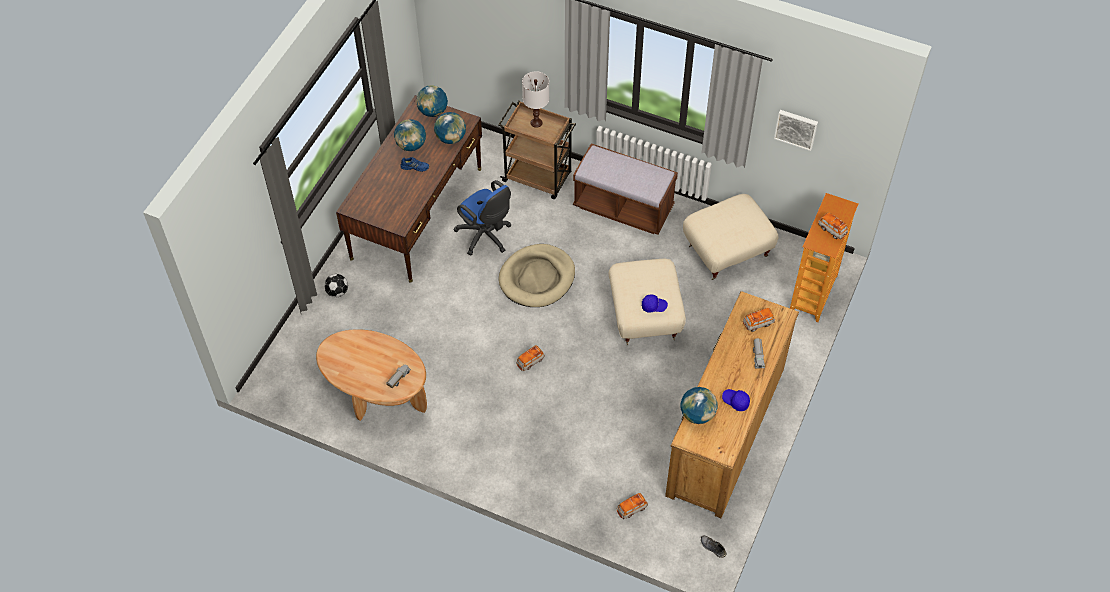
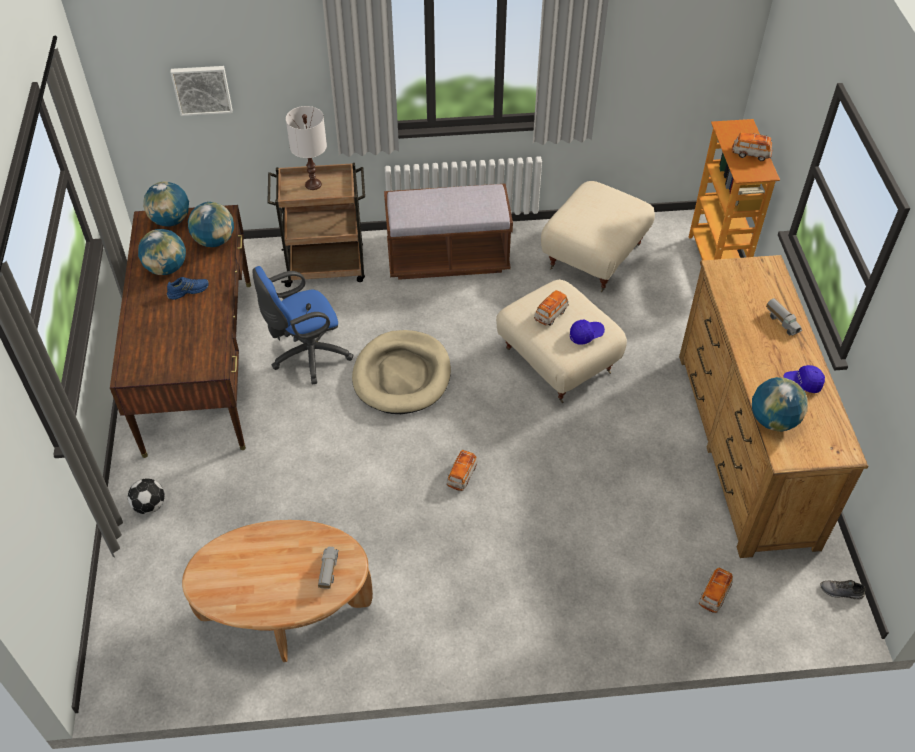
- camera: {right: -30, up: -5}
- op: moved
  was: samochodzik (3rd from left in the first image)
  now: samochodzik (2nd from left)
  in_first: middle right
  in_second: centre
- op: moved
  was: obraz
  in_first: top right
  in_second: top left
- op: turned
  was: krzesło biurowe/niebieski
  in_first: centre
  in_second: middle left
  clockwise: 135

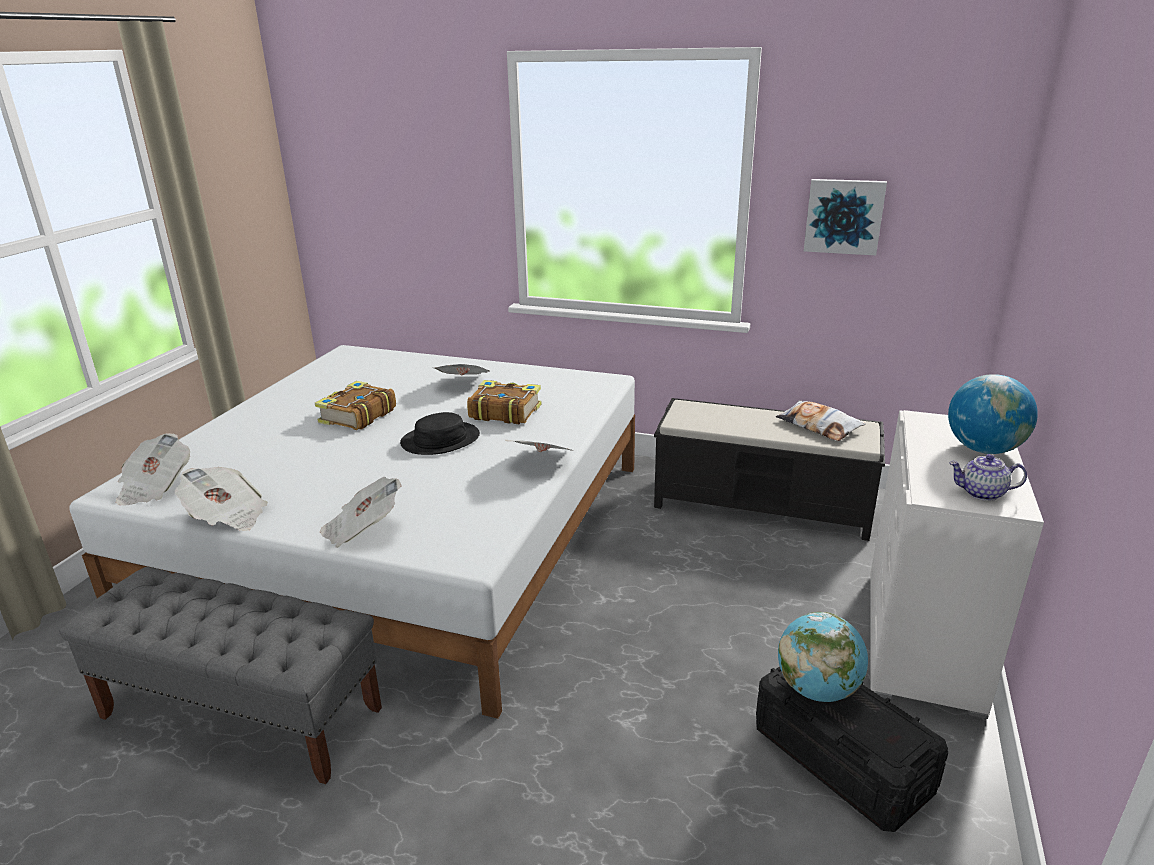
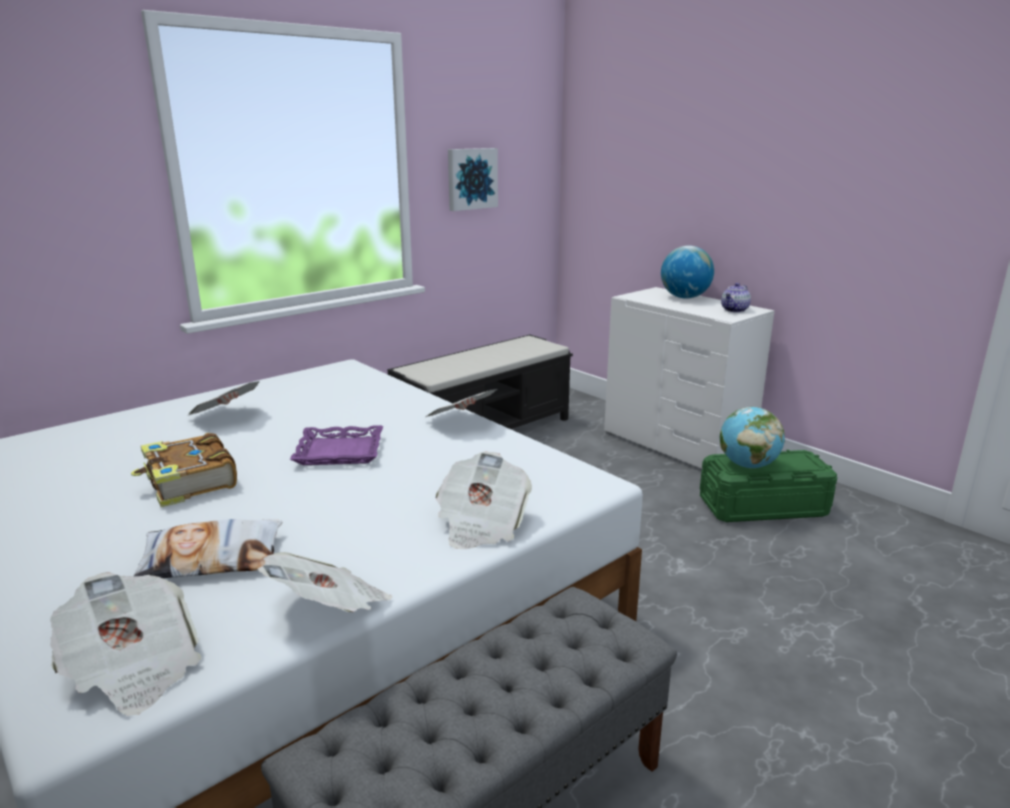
- camera: {right: -60, up: -5}
- op: removed
  was: książka (2nd from left)
  in_first: centre
- op: moved
  was: poduszka
  in_first: middle right
  in_second: bottom left
- op: replaced
  was: kapelusz/czarny
  now: taca/fioletowy
  in_first: centre
  in_second: middle left
- op: recoloured
  was: pojemnik do przechowywania/czarny
  now: pojemnik do przechowywania/zielony
  in_first: bottom right
  in_second: middle right

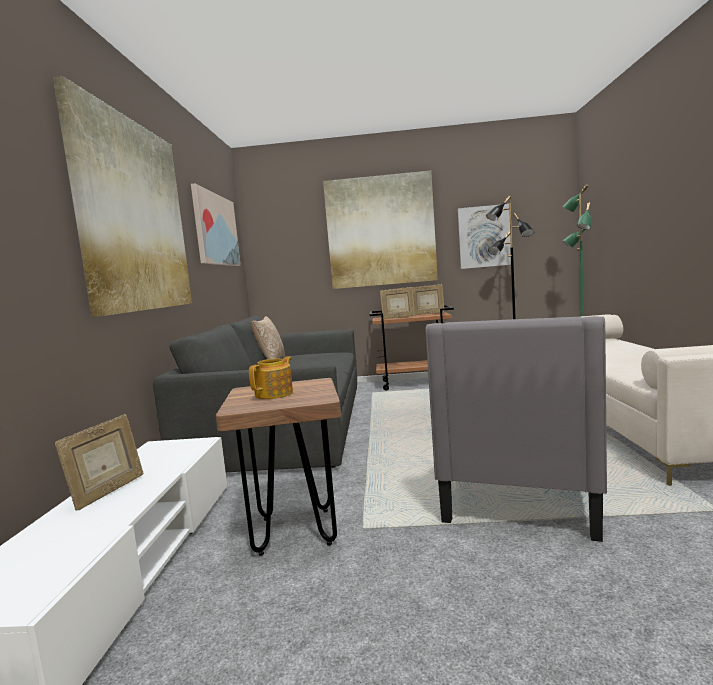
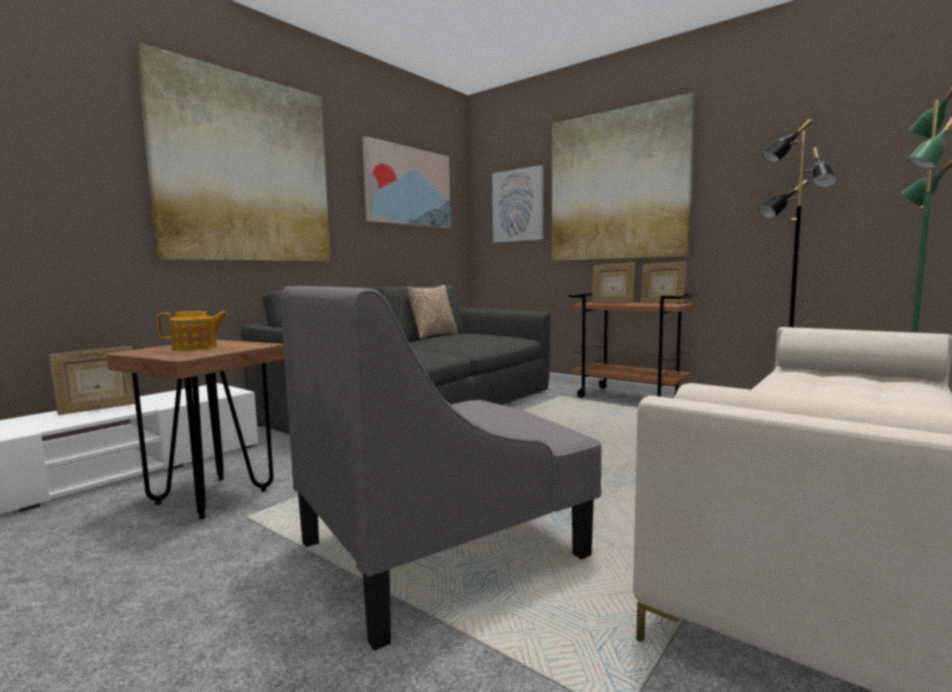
- camera: {right: 35, up: 0}
- op: moved
  was: obraz (4th from left in the first image)
  now: obraz (3rd from left)
  in_first: middle right
  in_second: top centre

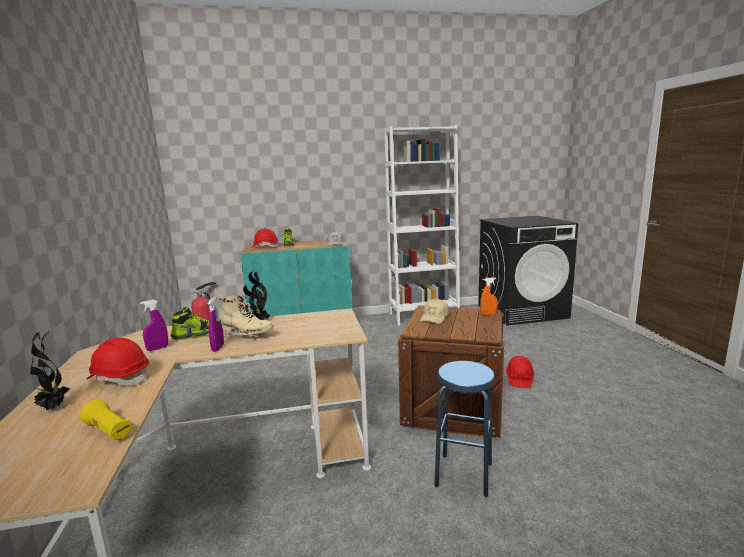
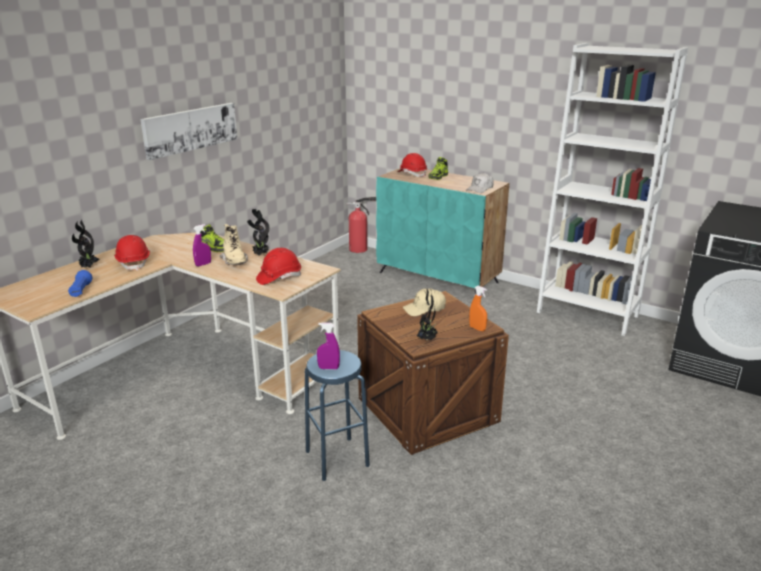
- camera: {right: 45, up: 10}
- op: added
  now: obraz
  in_second: top left
- op: added
  now: roślina doniczkowa (3rd from left)
  in_second: centre
- op: moved
  was: spryskiwacz/fioletowy (1st from left in the first image)
  now: spryskiwacz/fioletowy (2nd from left)
  in_first: middle left
  in_second: centre
- op: moved
  was: kask/czerwony (3rd from left in the first image)
  now: kask/czerwony (2nd from left)
  in_first: bottom right
  in_second: centre
- op: recoloured
  was: latarka/żółty
  now: latarka/niebieski
  in_first: bottom left
  in_second: middle left

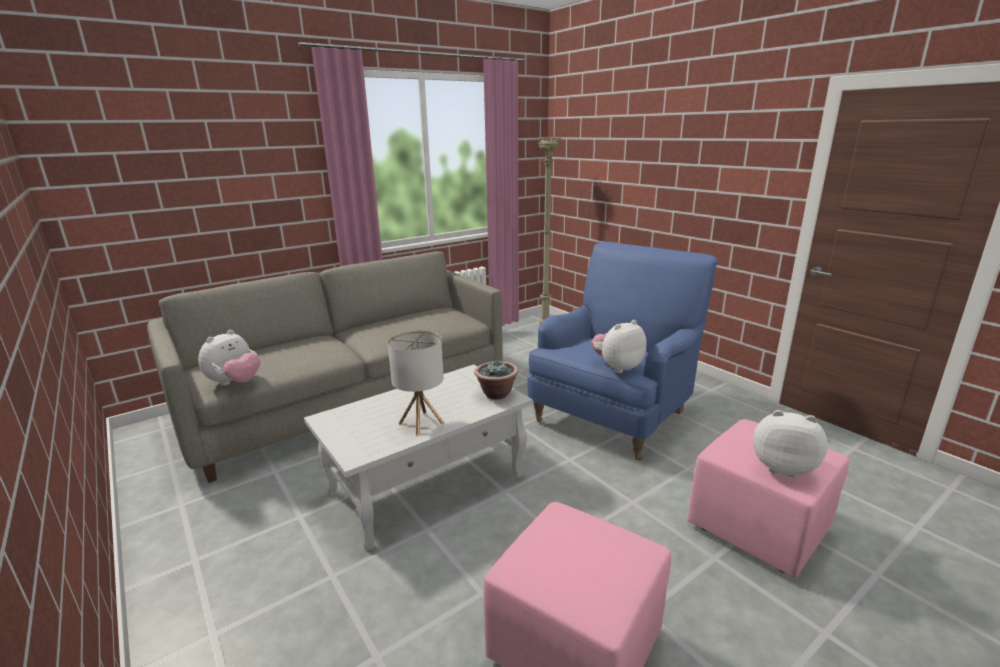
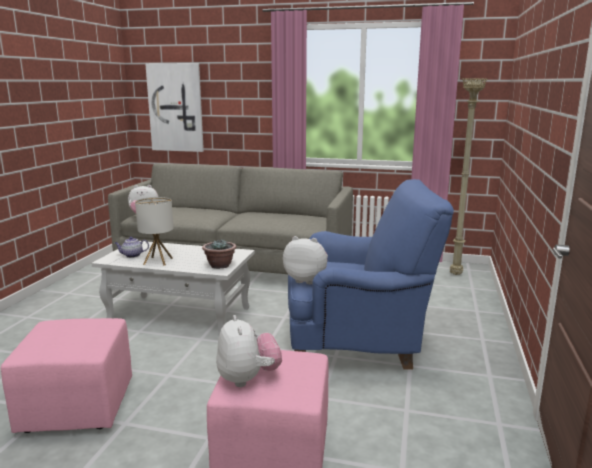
- camera: {right: 50, up: -5}
- op: added
  now: imbryk
  in_second: middle left
- op: added
  now: obraz
  in_second: top left

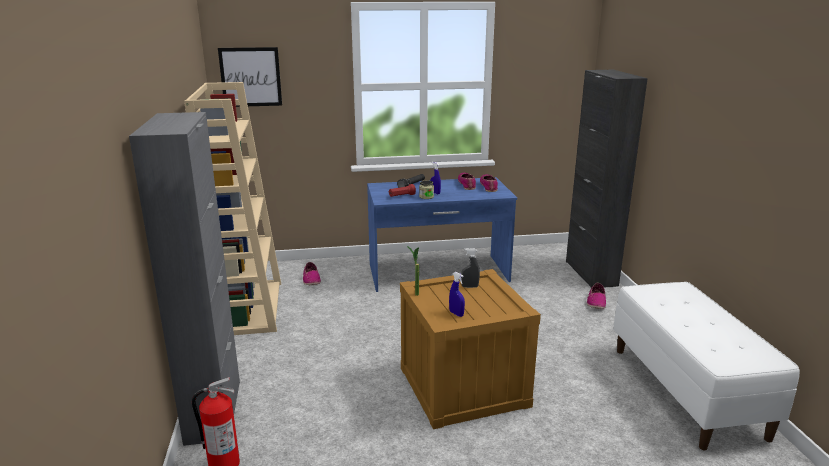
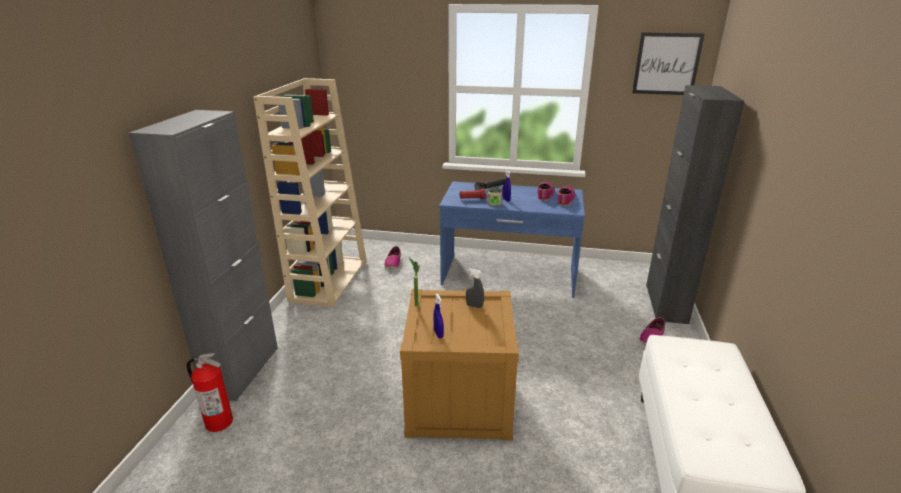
- camera: {right: 20, up: 5}
- op: moved
  was: obraz
  in_first: top left
  in_second: top right

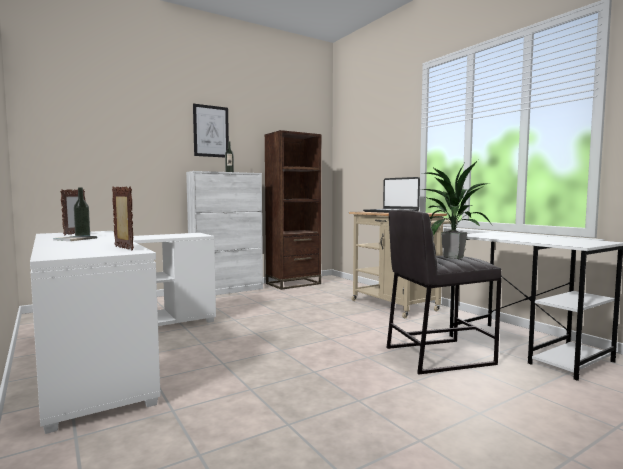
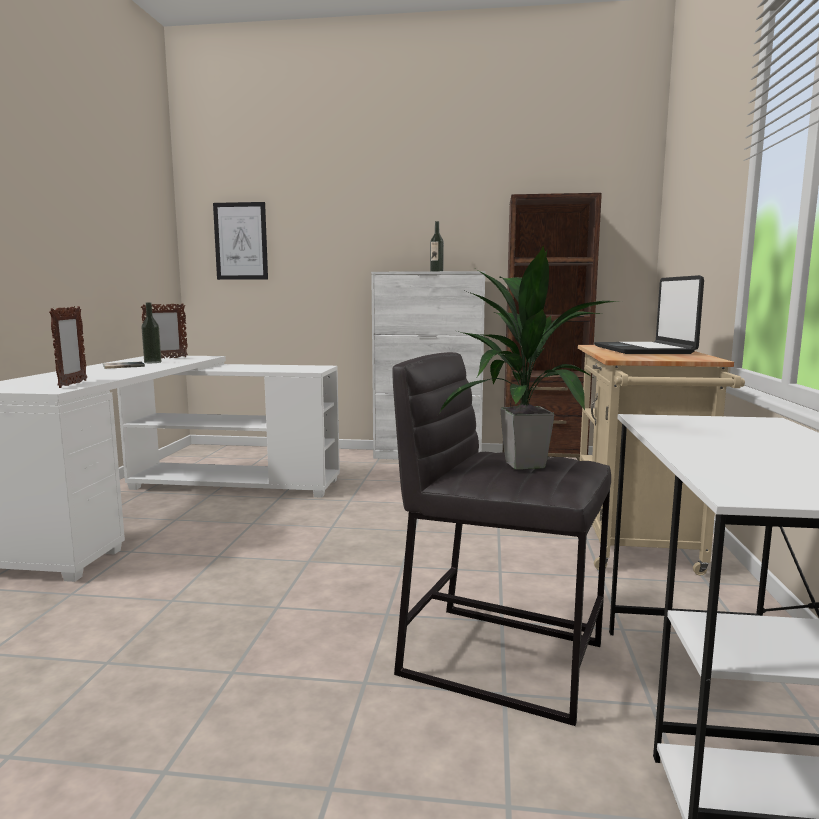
- camera: {right: 40, up: 5}
- op: moved
  was: obraz
  in_first: top centre
  in_second: top left

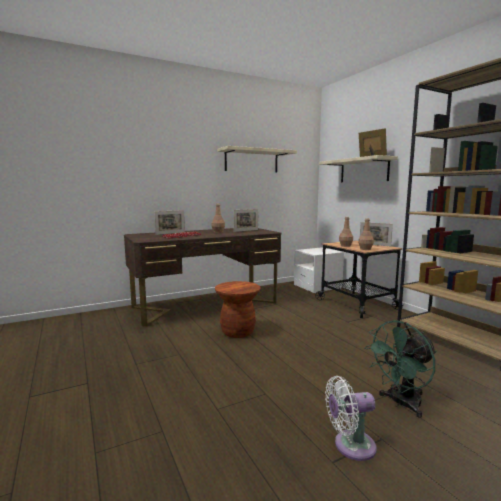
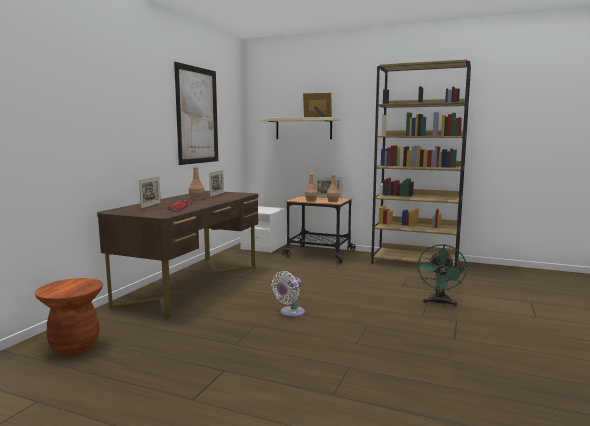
- camera: {right: -40, up: 0}
- op: moved
  was: stołek/brązowy
  in_first: centre
  in_second: bottom left
- op: moved
  was: wentylator/biały
  in_first: bottom right
  in_second: bottom centre
- op: replaced
  was: półka/beżowy (1st from left)
  now: obraz
  in_first: top centre
  in_second: top left

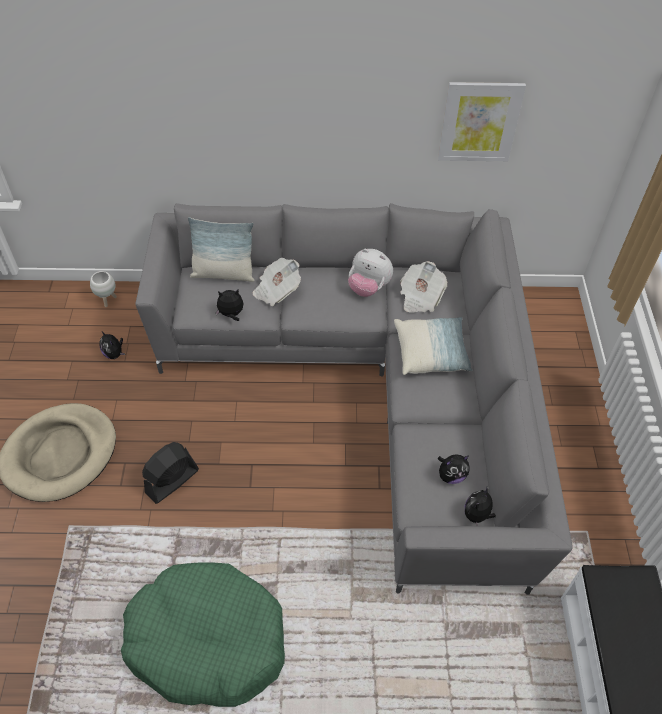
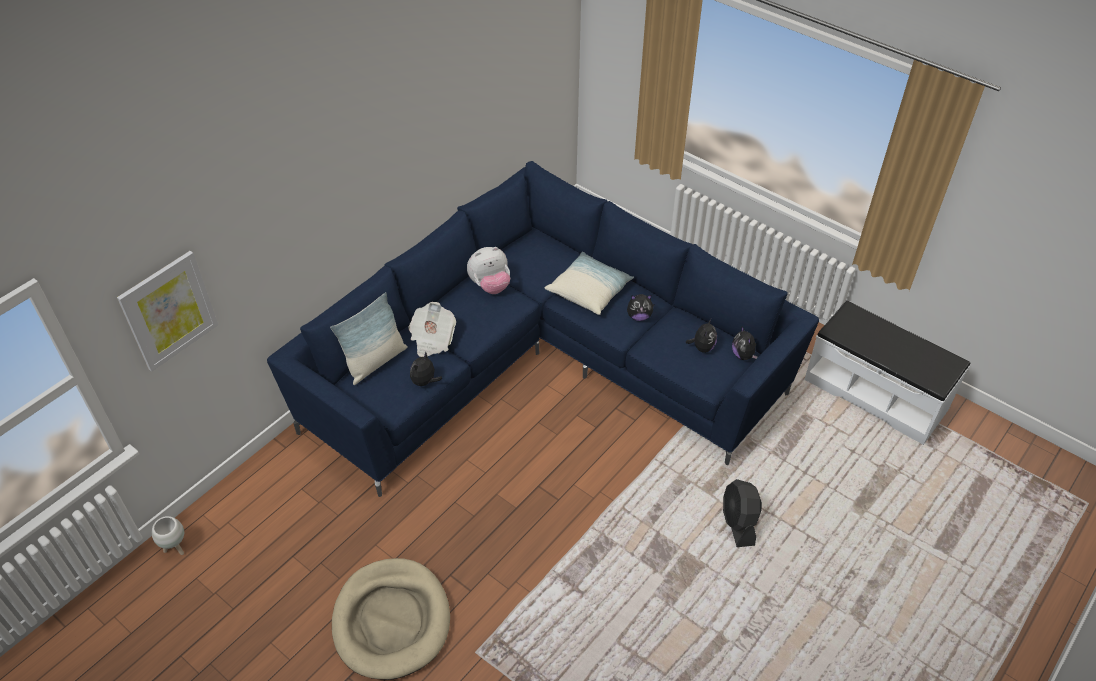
- camera: {right: -50, up: -5}
- op: removed
  was: legowisko/zielony
  in_first: bottom left
- op: removed
  was: gazeta (2nd from left)
  in_first: centre
- op: moved
  was: donica/biały
  in_first: middle left
  in_second: bottom left
- op: moved
  was: pluszak (1st from left in the first image)
  now: pluszak (3rd from left)
  in_first: middle left
  in_second: centre
- op: moved
  was: wentylator/czarny
  in_first: middle left
  in_second: bottom right
- op: moved
  was: obraz
  in_first: top right
  in_second: middle left
- op: recoloured
  was: kanapa/szary
  now: kanapa/niebieski
  in_first: centre
  in_second: centre

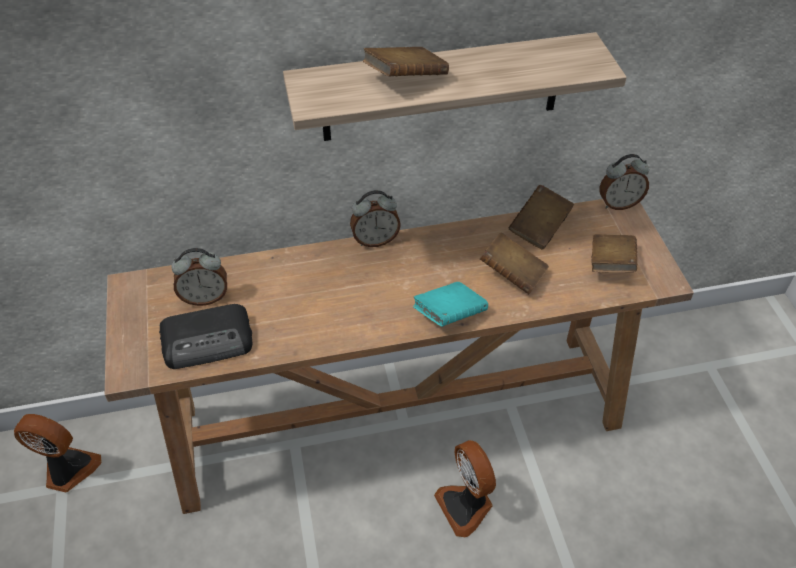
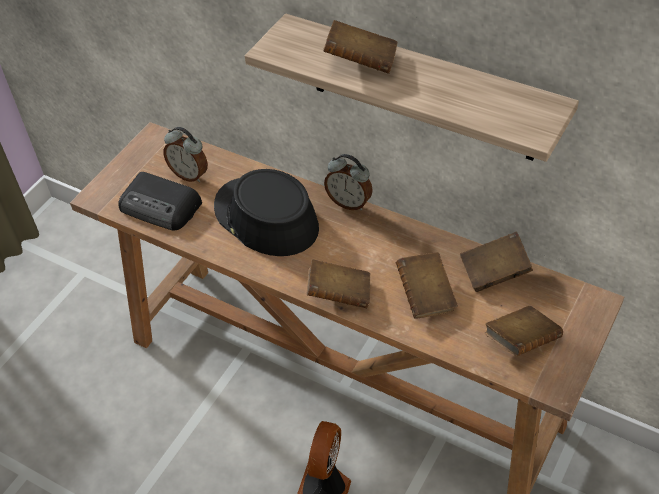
- camera: {right: 45, up: 0}
- op: removed
  was: wentylator (1st from left)
  in_first: bottom left
- op: removed
  was: budzik (3rd from left)
  in_first: top right
- op: added
  now: kapelusz/czarny
  in_second: centre
- op: recoloured
  was: książka/turkusowy
  now: książka/brązowy (1st from left)
  in_first: centre
  in_second: centre

